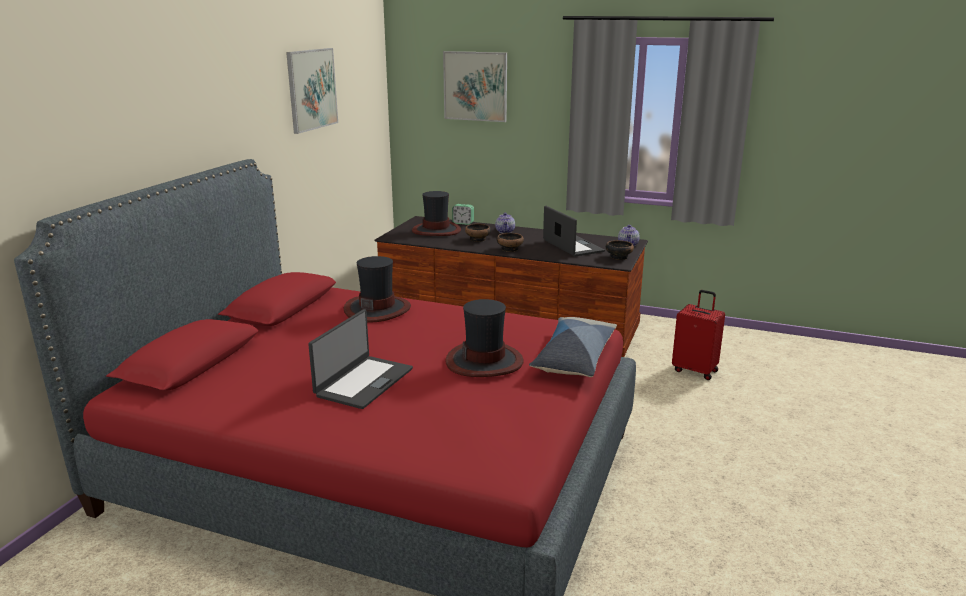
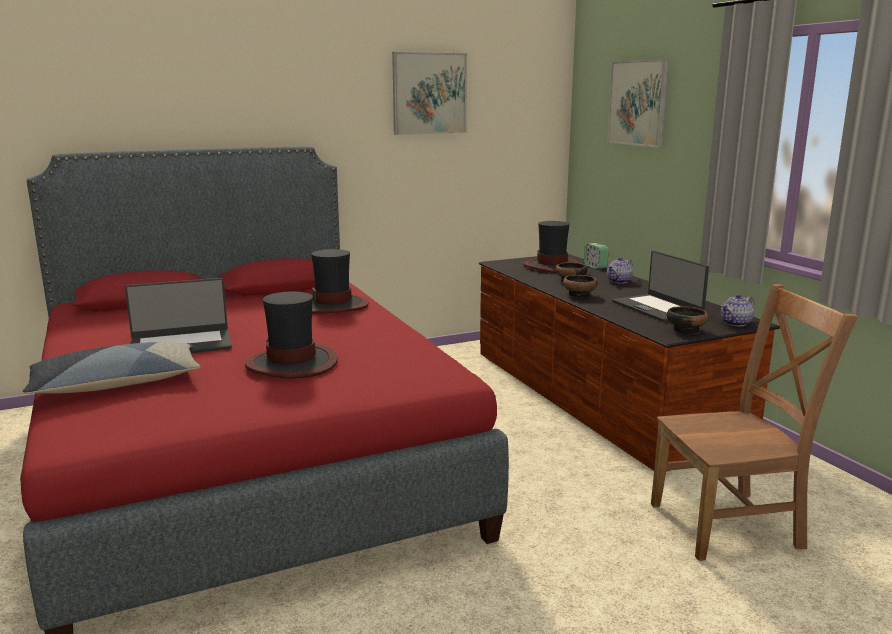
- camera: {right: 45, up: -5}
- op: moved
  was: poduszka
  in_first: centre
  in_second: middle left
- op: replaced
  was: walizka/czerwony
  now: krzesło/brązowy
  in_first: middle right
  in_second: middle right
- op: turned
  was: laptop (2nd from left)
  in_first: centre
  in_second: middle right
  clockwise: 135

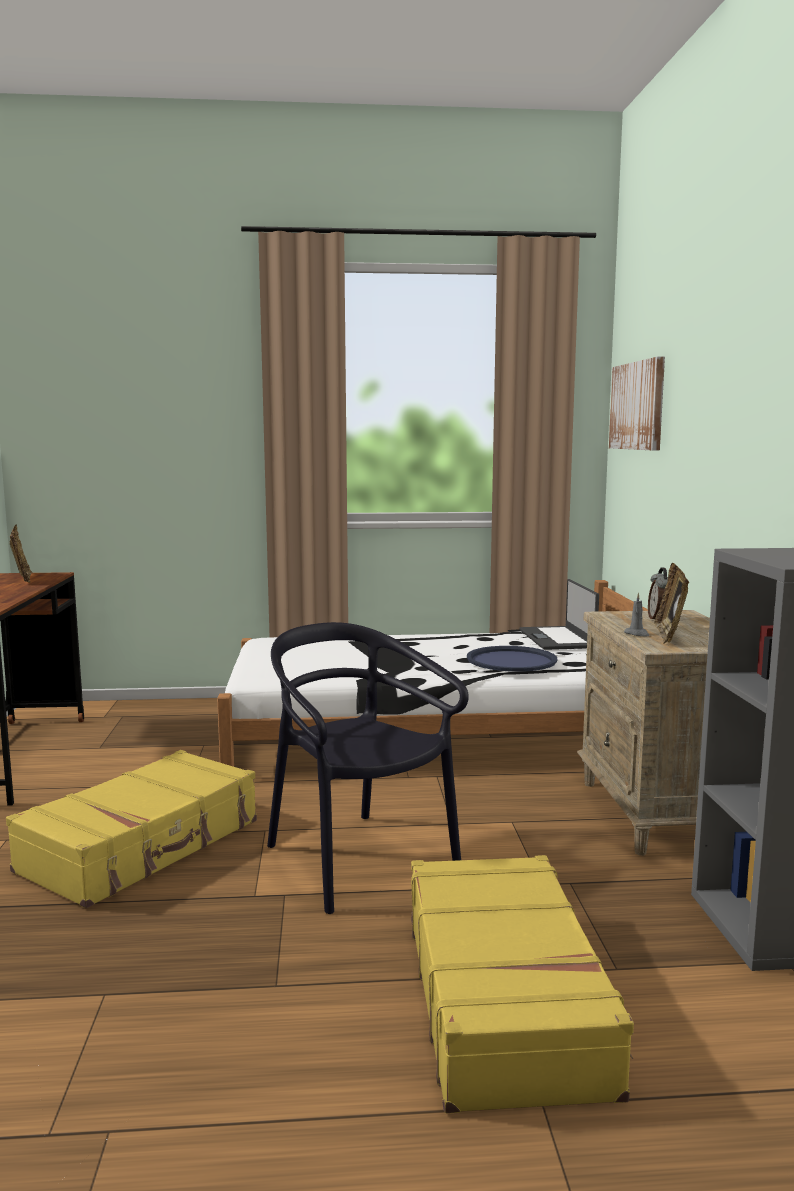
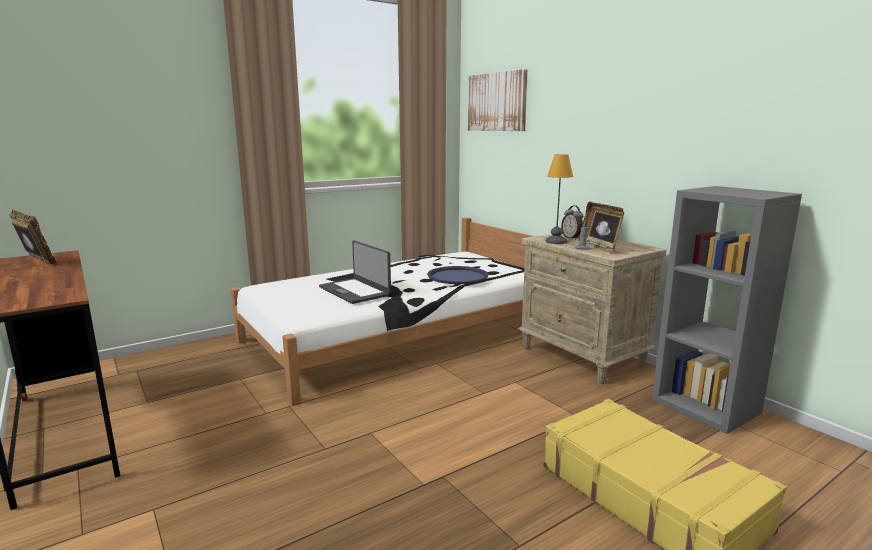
- camera: {right: -30, up: 5}
- op: removed
  was: walizka/żółty (1st from left)
  in_first: bottom left
- op: removed
  was: krzesło/czarny
  in_first: centre
- op: added
  now: lampa stołowa
  in_second: centre
- op: moved
  was: laptop
  in_first: middle right
  in_second: centre

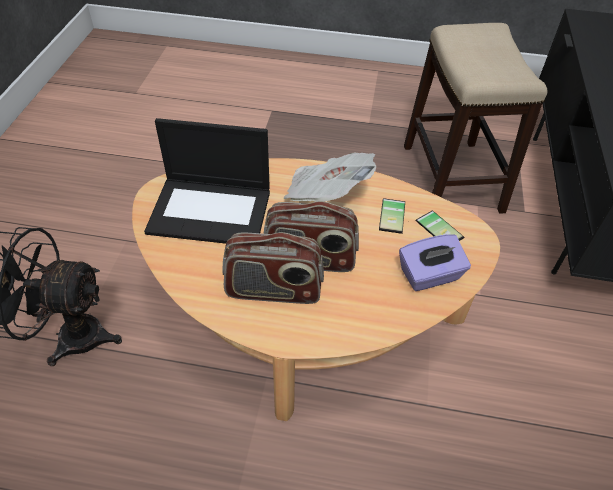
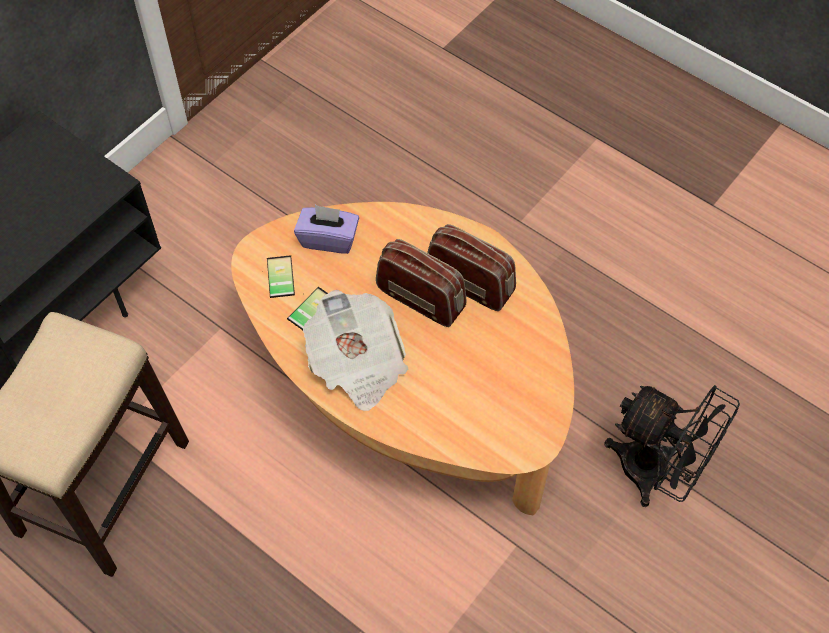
- camera: {right: -150, up: 10}
- op: removed
  was: laptop
  in_first: centre

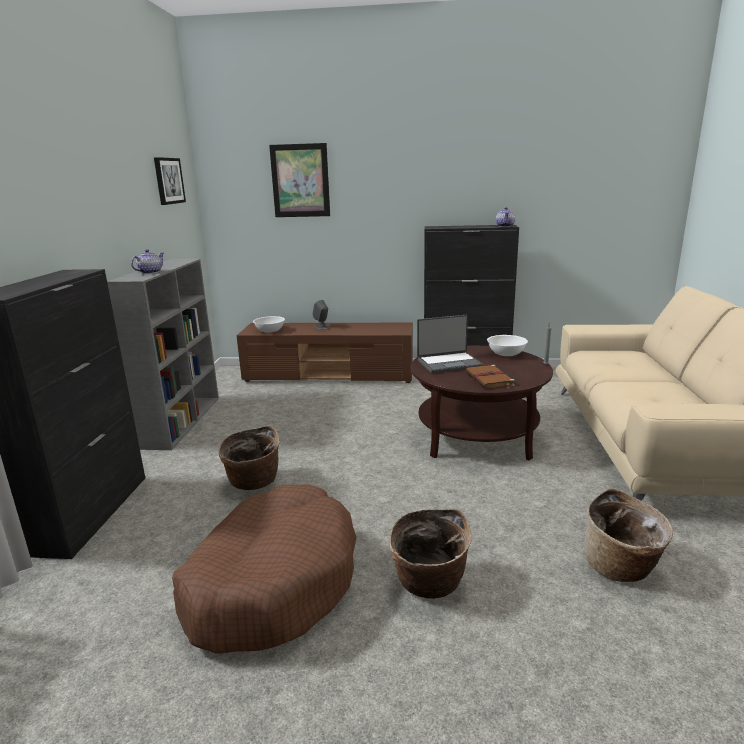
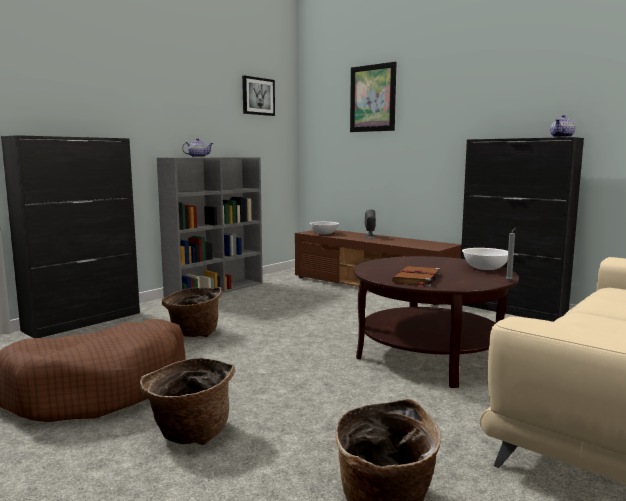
- camera: {right: 35, up: -10}
- op: removed
  was: laptop
  in_first: centre

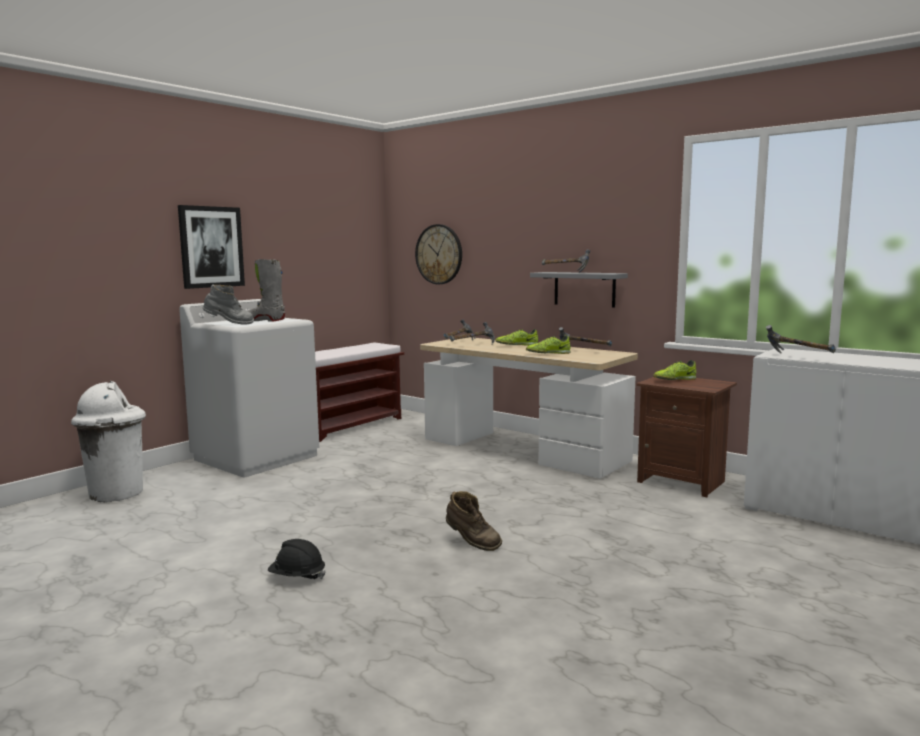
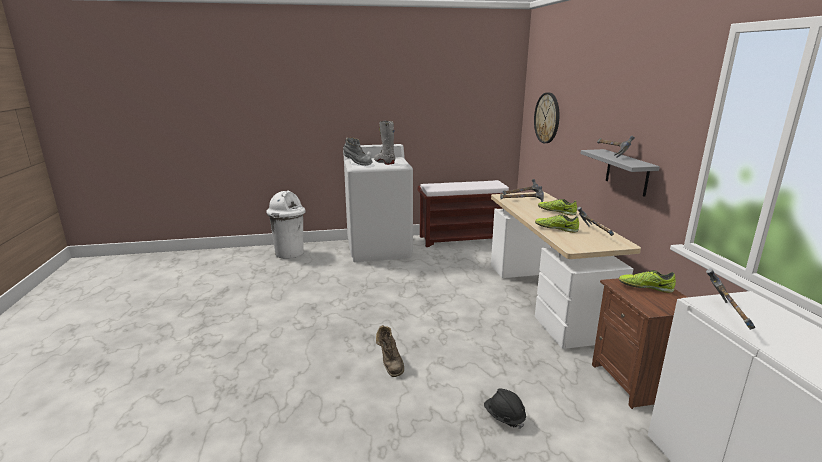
- camera: {right: 40, up: 10}
- op: removed
  was: obraz
  in_first: middle left
- op: moved
  was: kask/czarny
  in_first: bottom left
  in_second: bottom centre

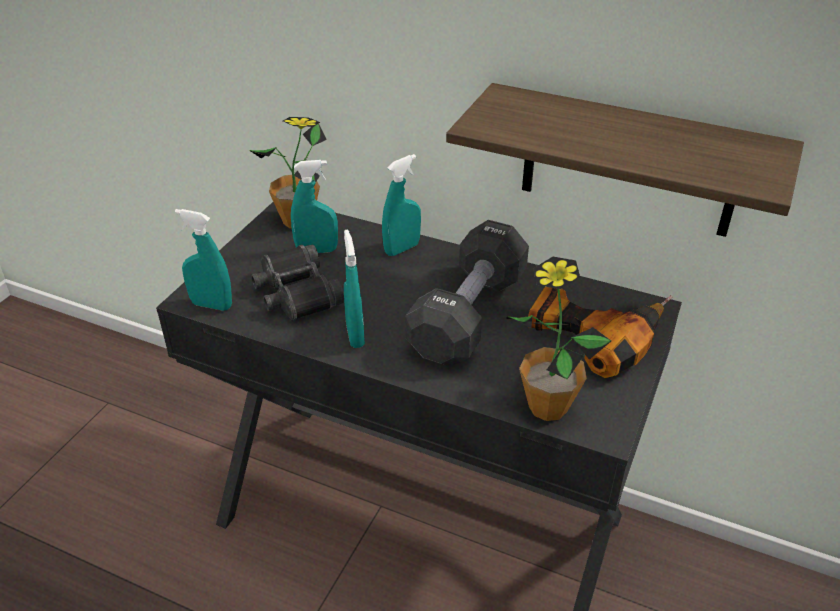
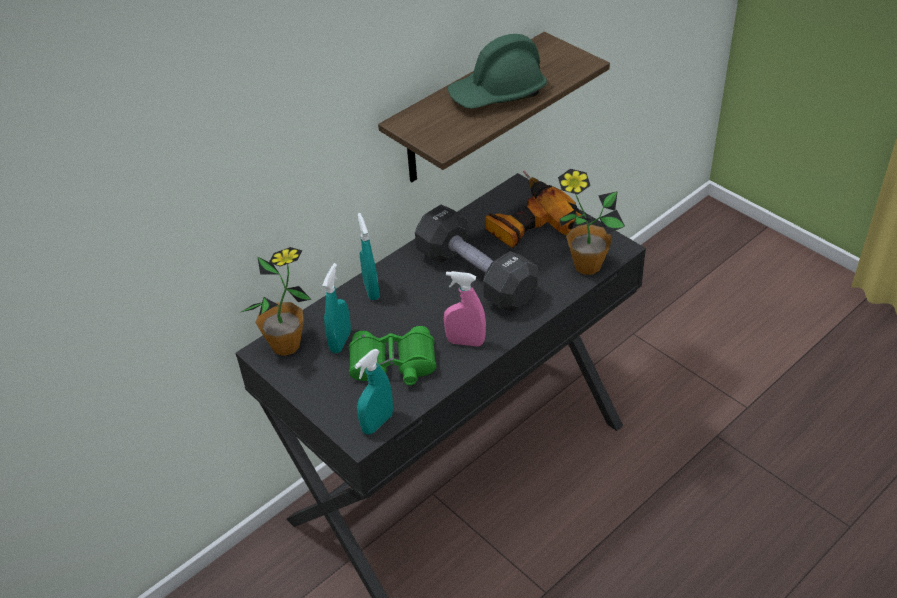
- camera: {right: -65, up: 5}
- op: added
  now: kask/zielony
  in_second: top centre
- op: recoloured
  was: lornetka/czarny
  now: lornetka/zielony
  in_first: centre
  in_second: centre
- op: recoloured
  was: spryskiwacz/turkusowy (3rd from left)
  now: spryskiwacz/różowy
  in_first: centre
  in_second: centre

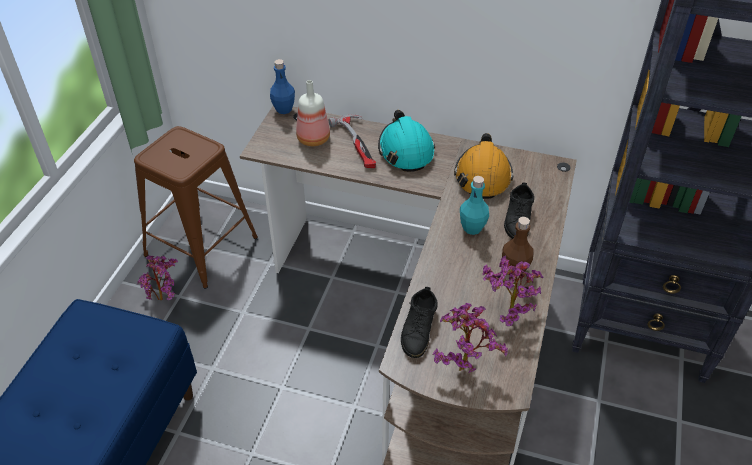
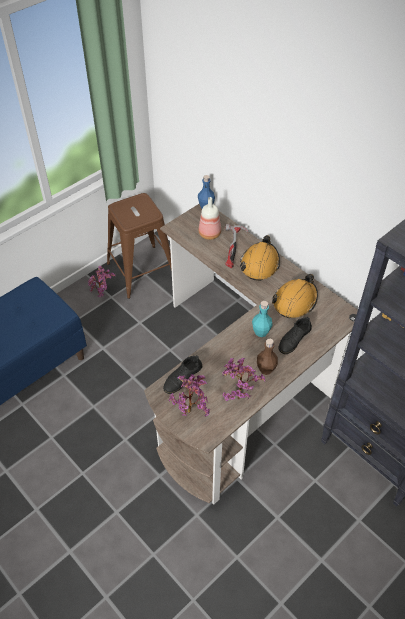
- camera: {right: 30, up: 5}
- op: recoloured
  was: kask/turkusowy
  now: kask/pomarańczowy (1st from left)
  in_first: top centre
  in_second: centre

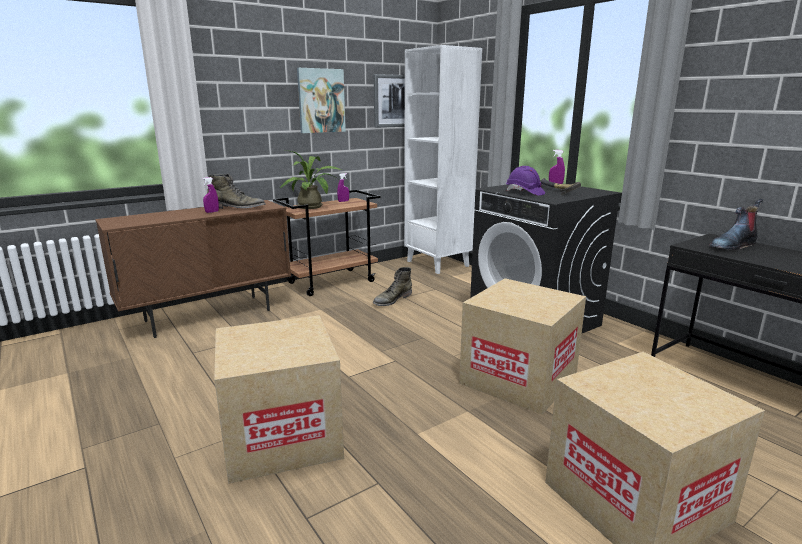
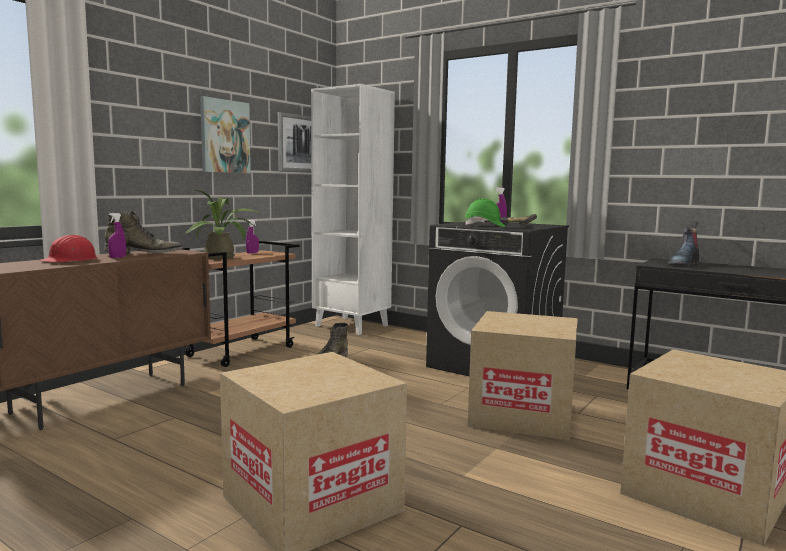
- camera: {right: -20, up: -10}
- op: added
  now: kask/czerwony
  in_second: middle left
- op: recoloured
  was: kask/fioletowy
  now: kask/zielony
  in_first: top centre
  in_second: centre

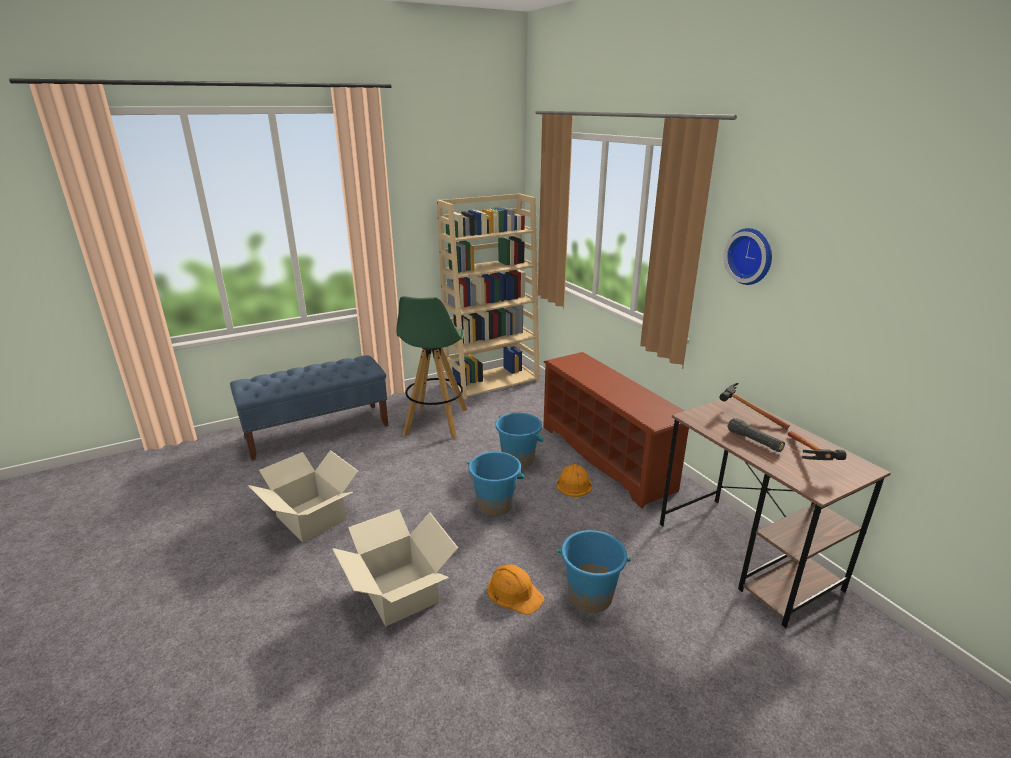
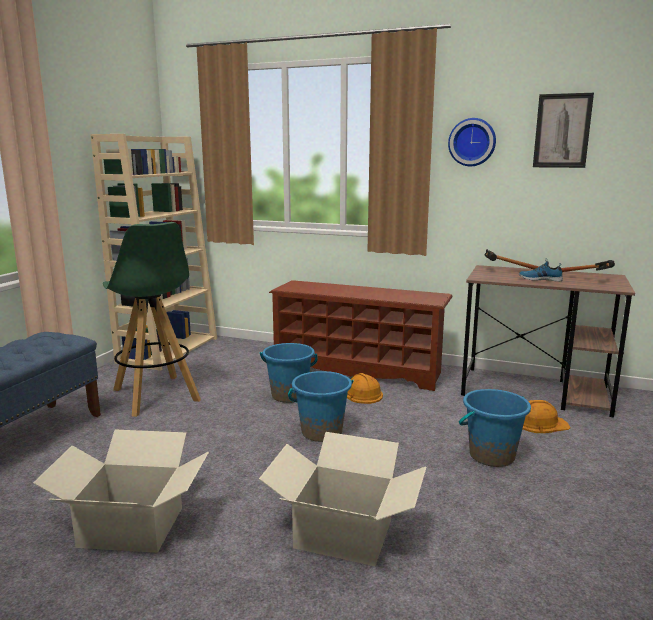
- camera: {right: -40, up: -10}
- op: added
  now: obraz
  in_second: top right
- op: moved
  was: kask/pomarańczowy (1st from left in the first image)
  now: kask/pomarańczowy (2nd from left)
  in_first: bottom centre
  in_second: bottom right
- op: replaced
  was: latarka/czarny
  now: but
  in_first: middle right
  in_second: middle right

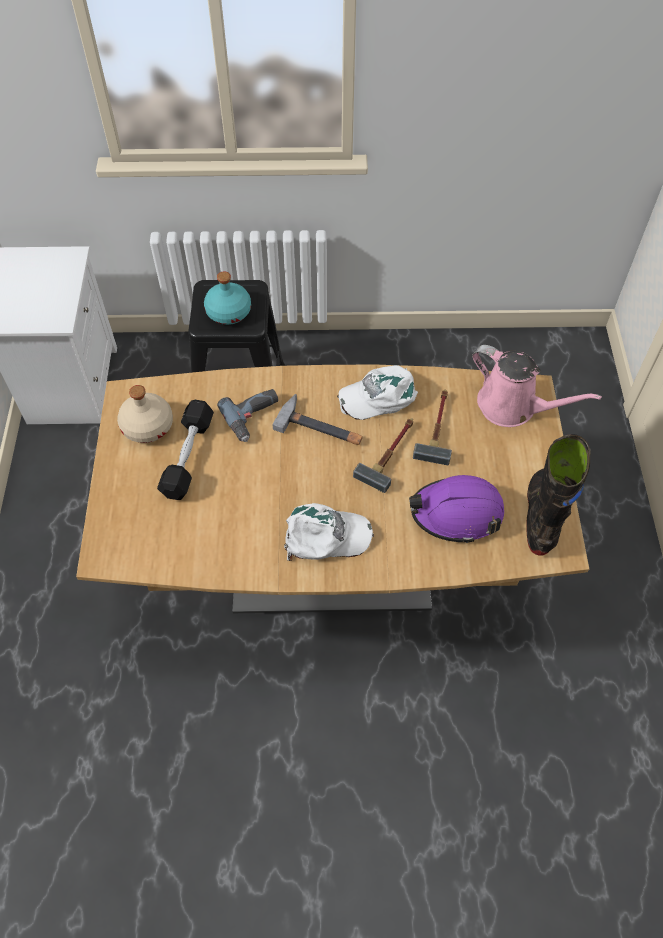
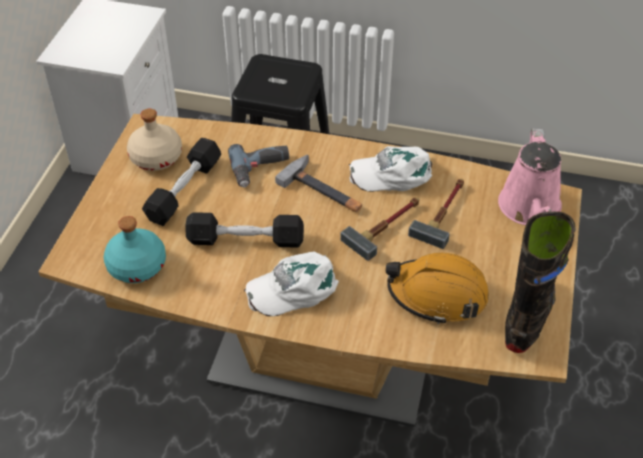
- camera: {right: 15, up: -10}
- op: added
  now: hantel/czarny (2nd from left)
  in_second: centre
- op: moved
  was: butelka/turkusowy
  in_first: top centre
  in_second: middle left
- op: recoloured
  was: kask/fioletowy
  now: kask/pomarańczowy
  in_first: middle right
  in_second: middle right
- op: turned
  was: czapka z daszkiem/biały (1st from left)
  in_first: centre
  in_second: centre
  clockwise: 150
- op: turned
  was: konewka/różowy
  in_first: middle right
  in_second: middle right
  clockwise: 45

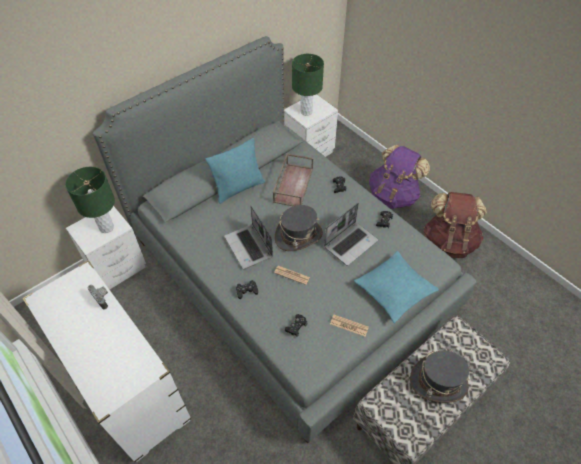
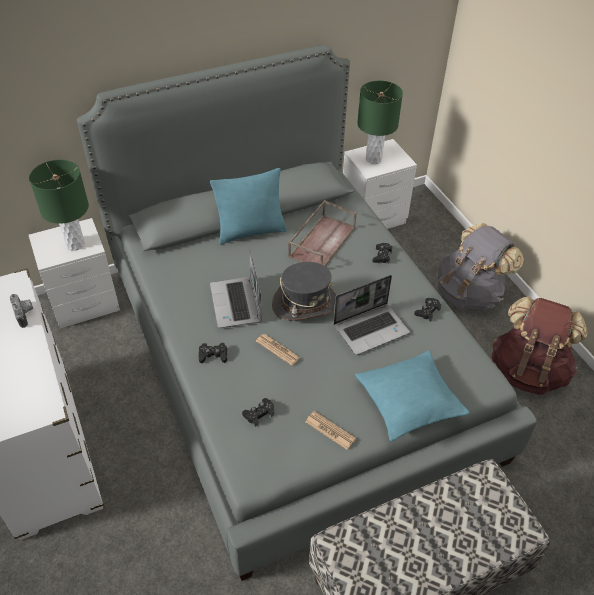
- camera: {right: 15, up: -5}
- op: removed
  was: kapelusz/szary (2nd from left)
  in_first: bottom right
- op: recoloured
  was: plecak/fioletowy
  now: plecak/szary
  in_first: middle right
  in_second: middle right

